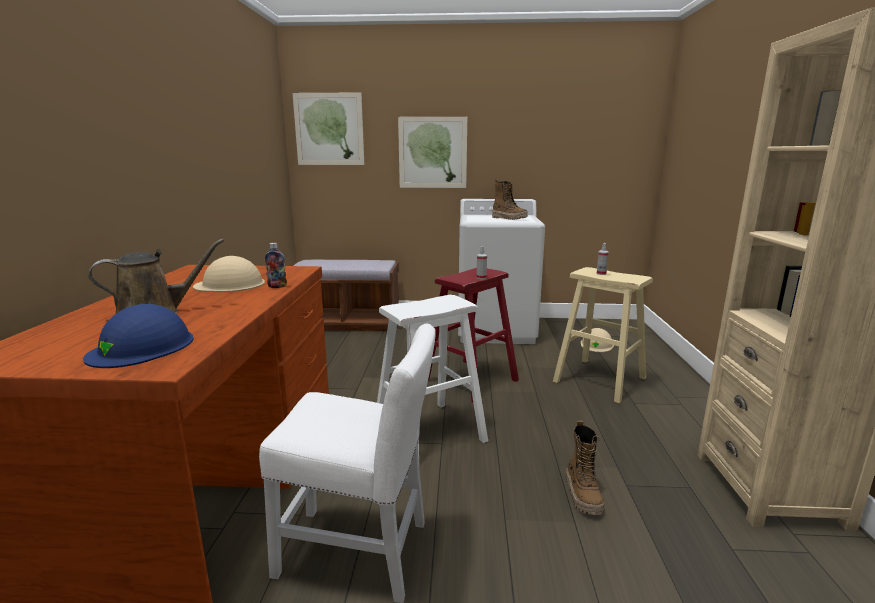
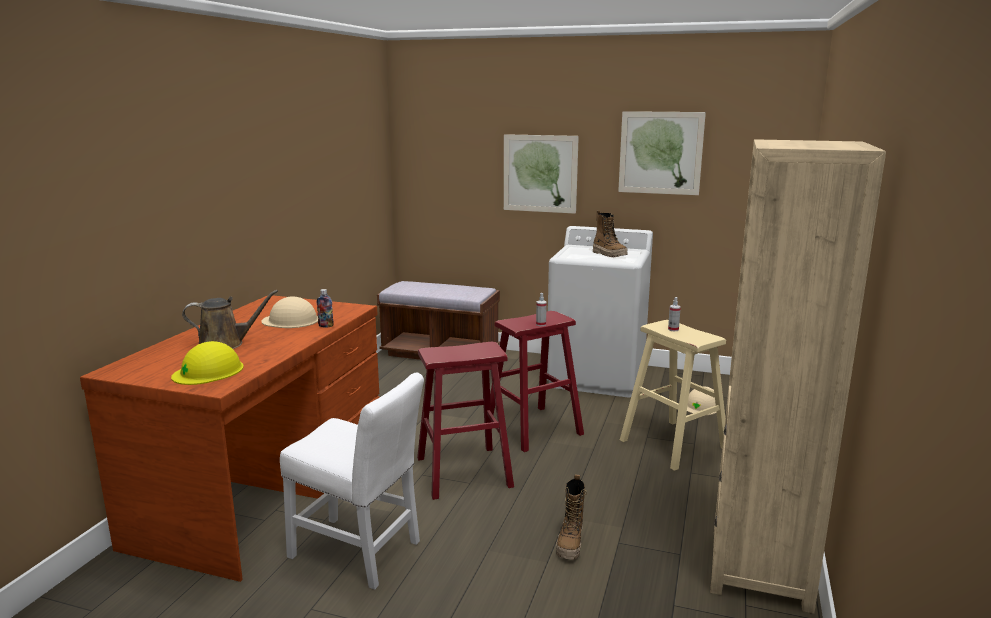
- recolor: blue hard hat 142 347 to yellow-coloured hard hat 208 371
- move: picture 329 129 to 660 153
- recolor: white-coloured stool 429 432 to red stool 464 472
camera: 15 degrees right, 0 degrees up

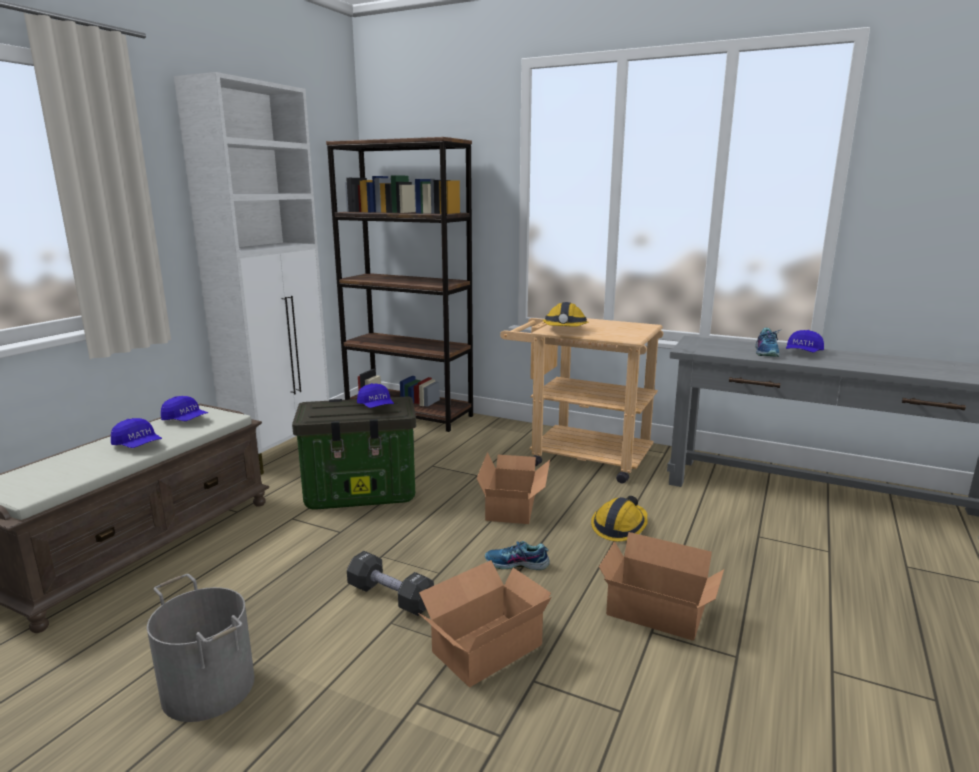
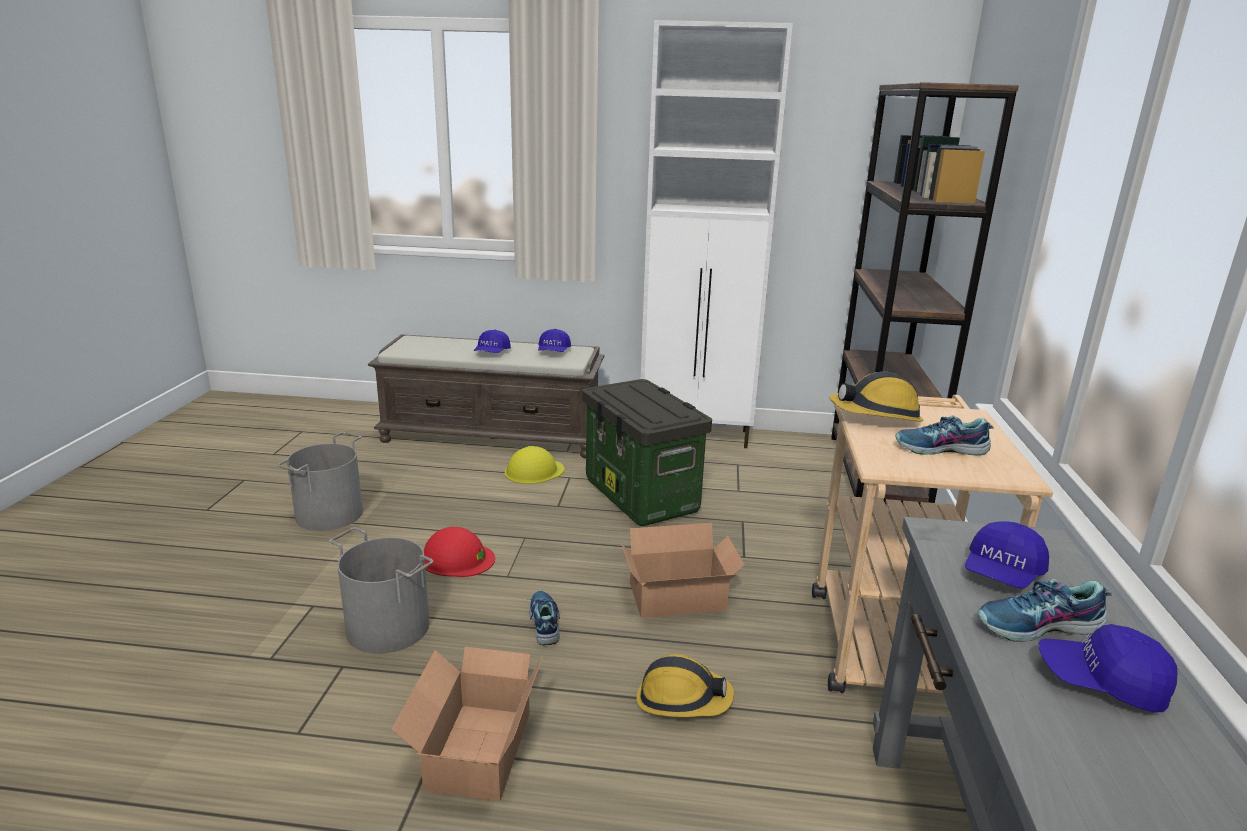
- replace: black hand weight 390 597 to red hard hat 457 559
- move: blue baseball cap 376 407 to 1002 574
- replace: cardboard box 482 647 to gray bucket 389 626
- insert: yellow-coloured hard hat 534 471
- insert: low shoe 941 449
camera: 70 degrees right, 5 degrees up

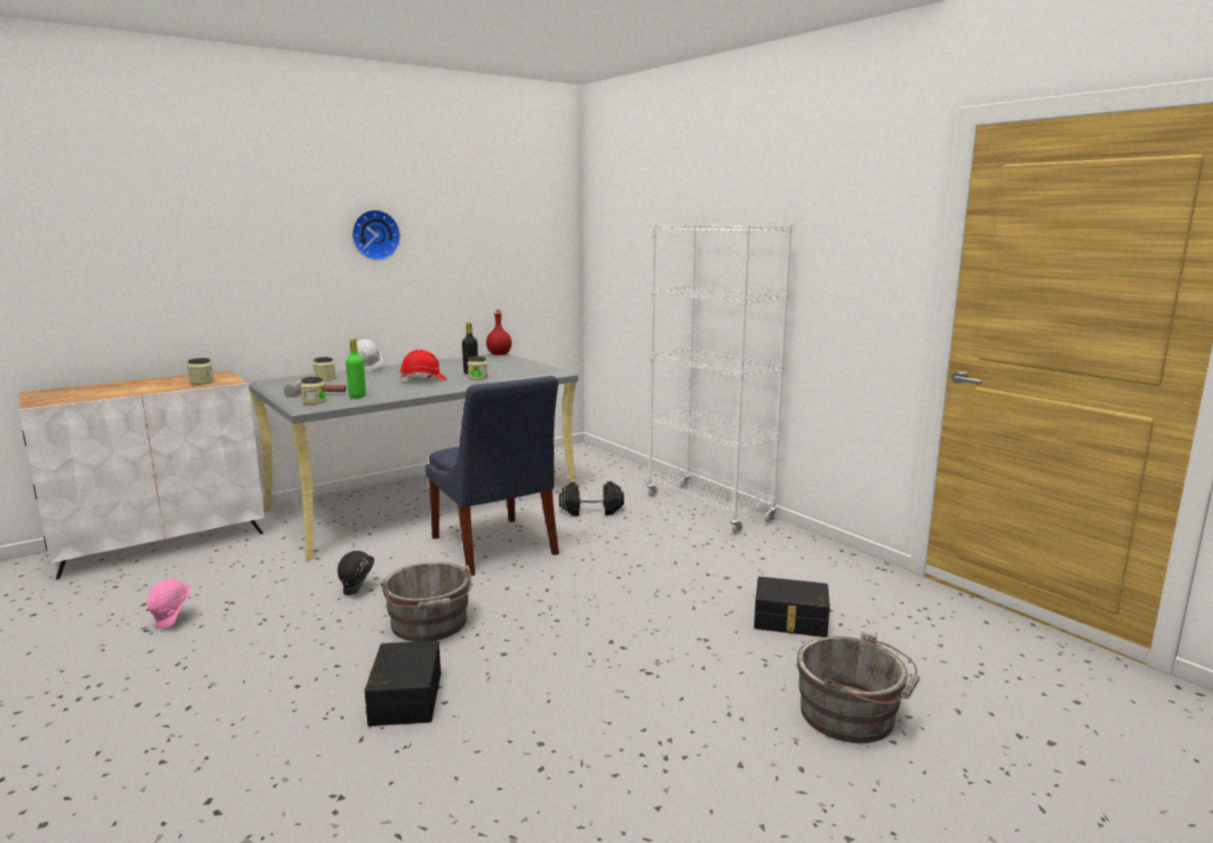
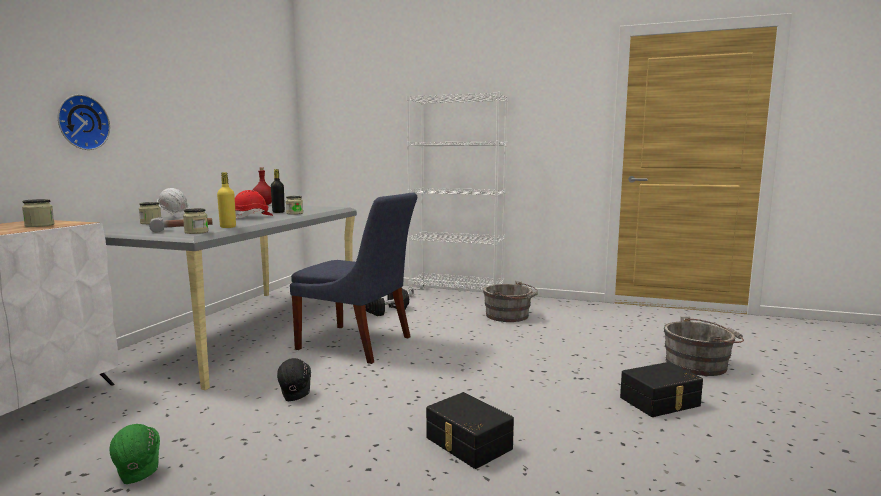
- recolor: pinkish hard hat 173 621 to green hard hat 140 472
- recolor: green drink bottle 357 396 to yellow-coloured drink bottle 228 227
- move: clock on the wall 375 235 to 81 122
- move: gray bucket 430 625 to 509 316
- move: black storage container 790 621 to 661 402
camera: 35 degrees left, 5 degrees down

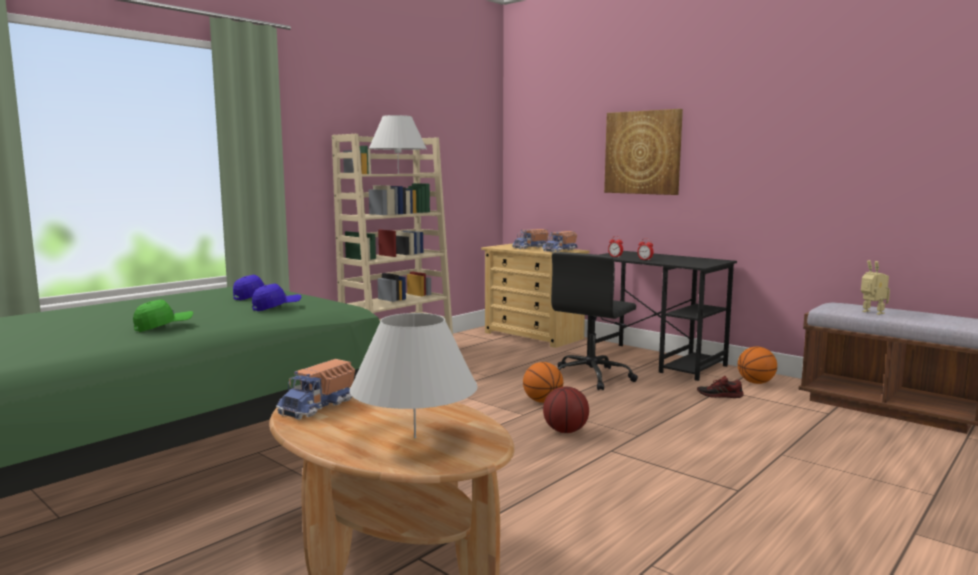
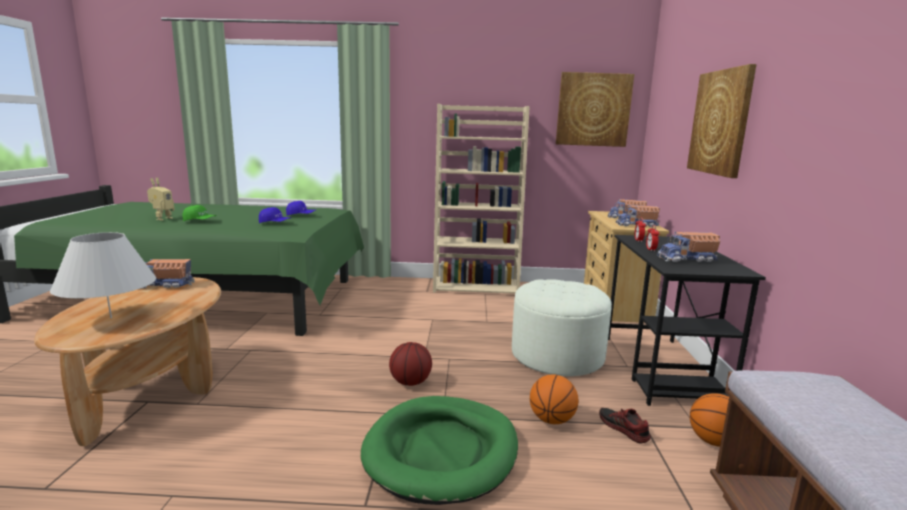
- delete: white-coloured table lamp 398 173
- move: basketball 542 401 to 551 420
- replace: black office chair 592 377 to white-coloured pouffe 557 355
- move: robot figure 871 313 to 162 218
- insert: green dog cushion 442 452
- insert: picture 593 110
- insert: toy lorry 687 260
camera: 50 degrees right, 5 degrees up

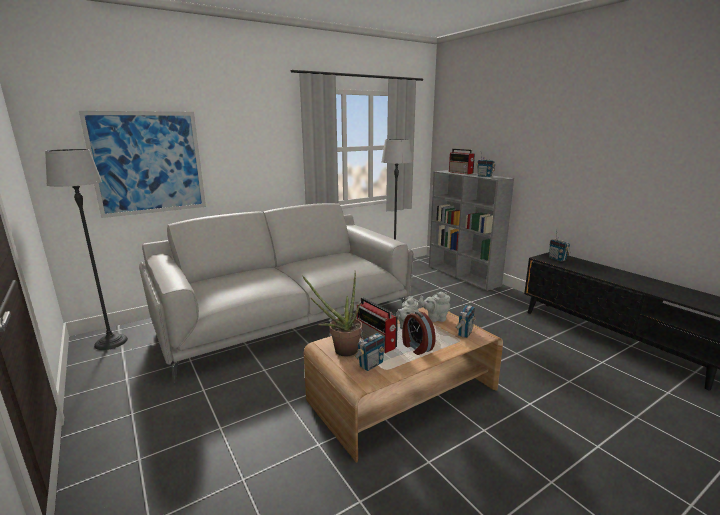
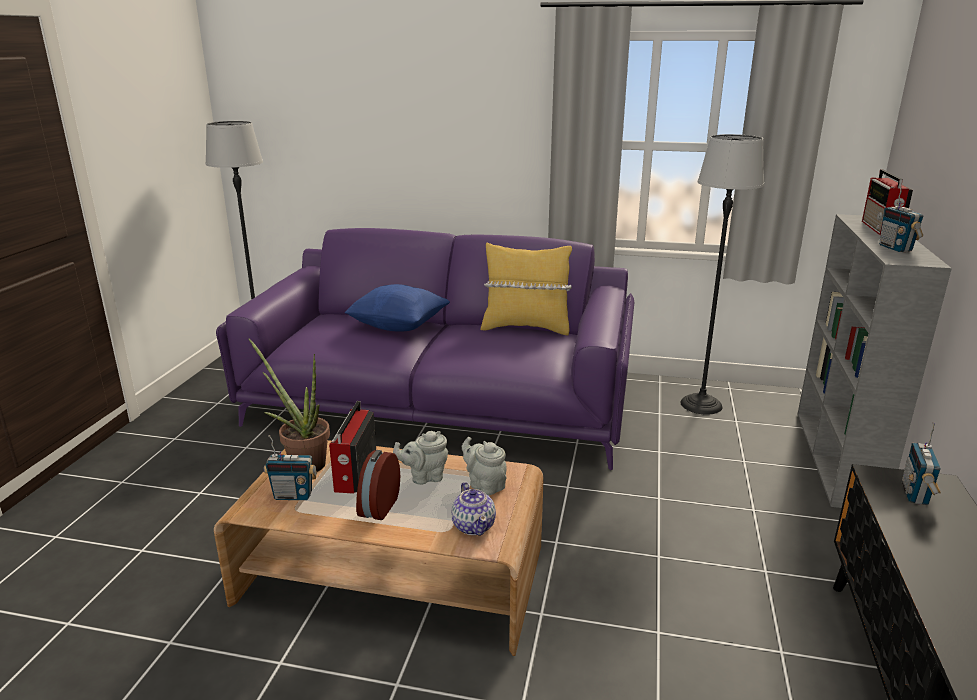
- delete: picture 148 163
- recolor: gray couch 286 318 to purple couch 441 406
- replace: radio set 464 333 to tea pot 474 525
- insert: blue throw pillow 398 326
- insert: yellow-coloured throw pillow 525 328
camera: 45 degrees right, 5 degrees up

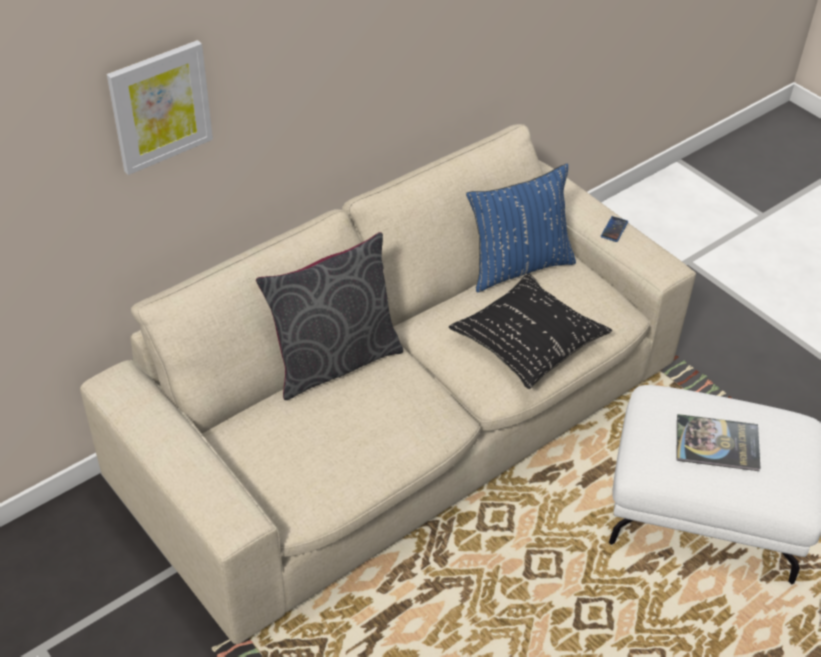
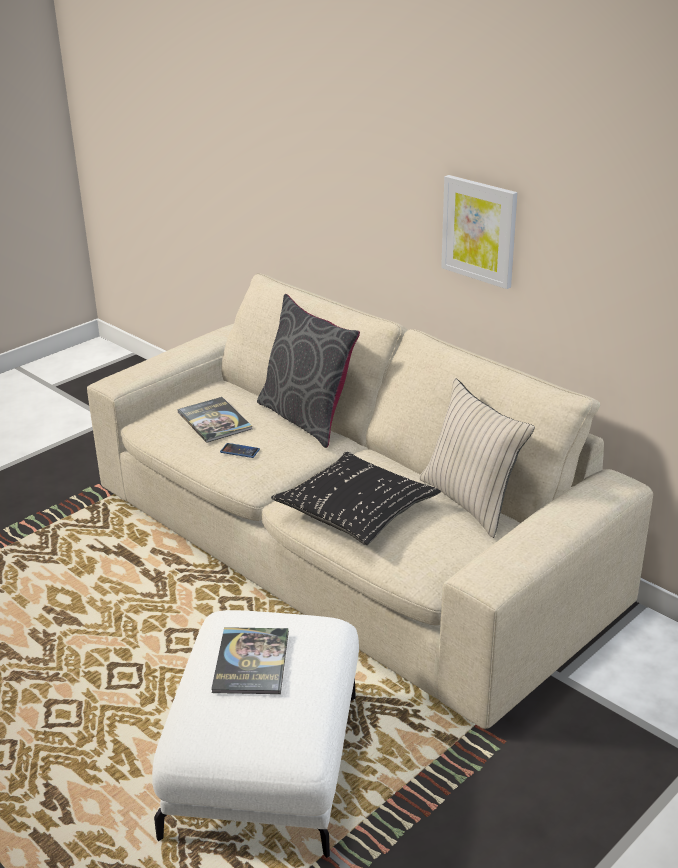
- move: picture 160 106 to 480 230
- recolor: blue throw pillow 518 266 to sand-coloured throw pillow 471 501
- move: telephone 614 229 to 240 451
- insert: bound book 214 421
camera: 85 degrees right, 15 degrees down

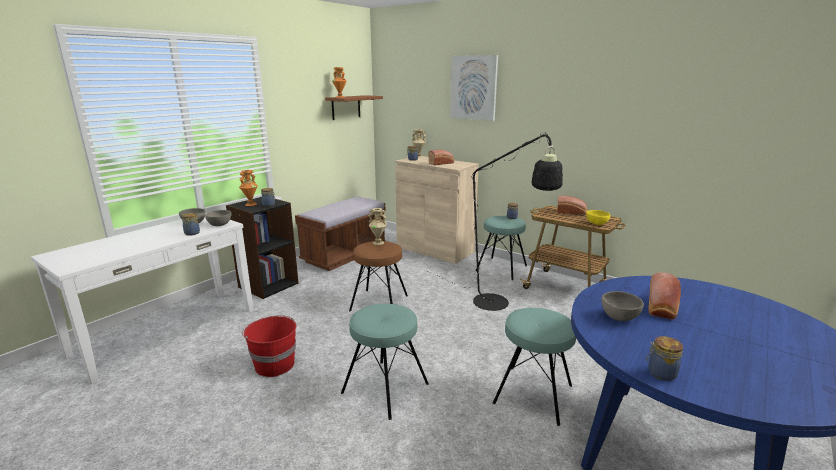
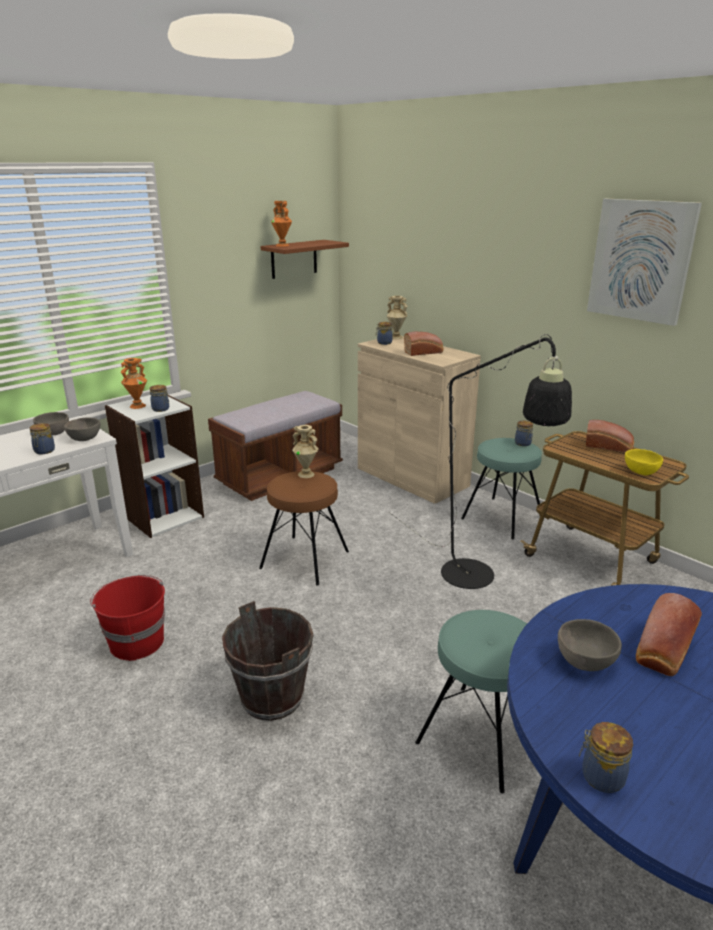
- recolor: black bookcase 268 285 to white-coloured bookcase 163 516
- replace: turquoise-coloured stool 385 388 to brown bucket 271 698
- move: picture 473 87 to 641 260
camera: 10 degrees right, 5 degrees up

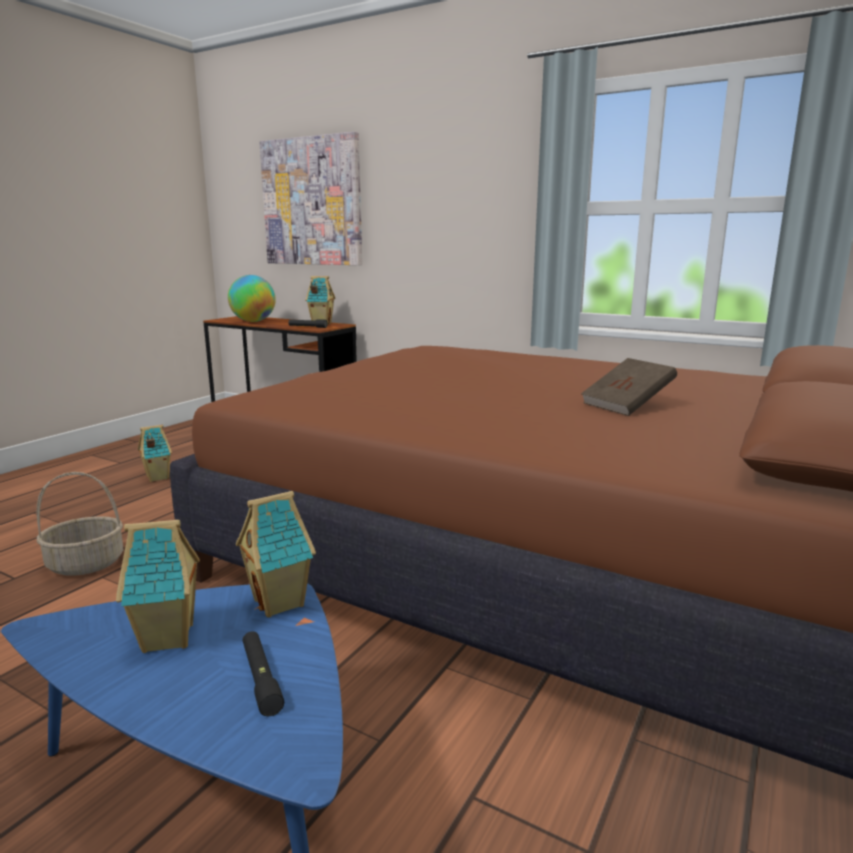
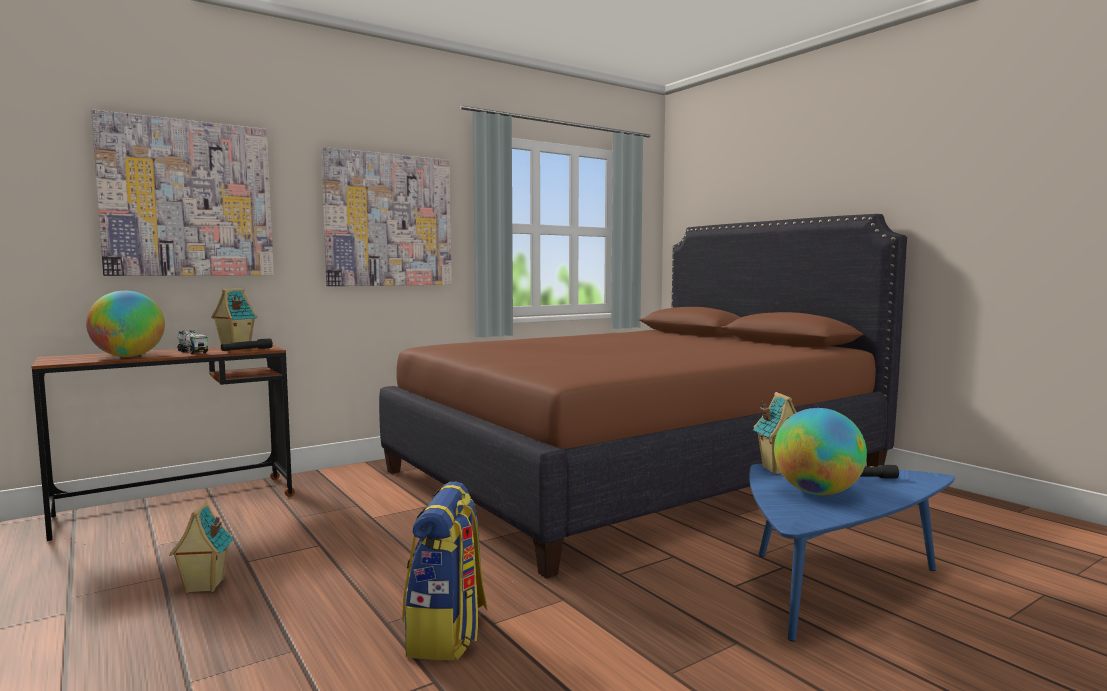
- replace: storage basket 85 564 to backpack 447 634
- replace: model house 170 638 to globe 817 492
- delete: brown bound book 627 405
- insert: toy lorry 192 352
- insert: picture 388 220
camera: 65 degrees left, 10 degrees down

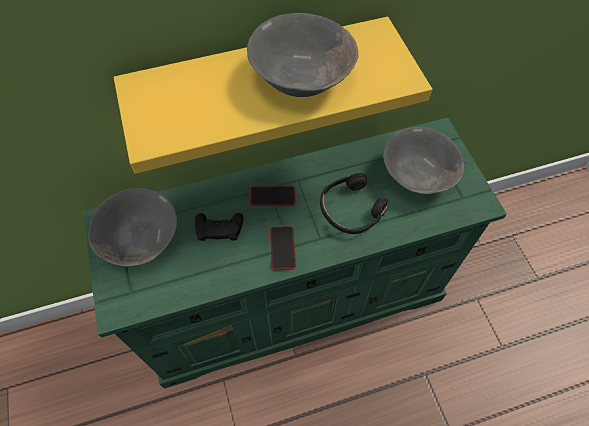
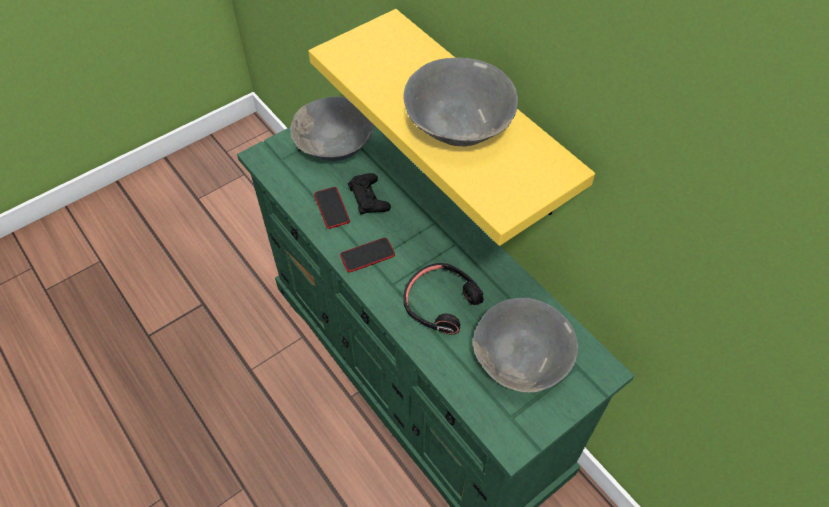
- move: telephone 272 196 to 331 208
camera: 70 degrees right, 5 degrees down

